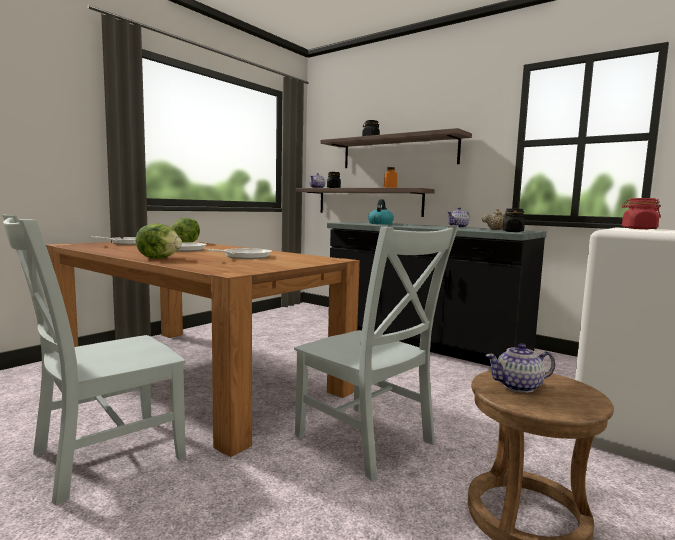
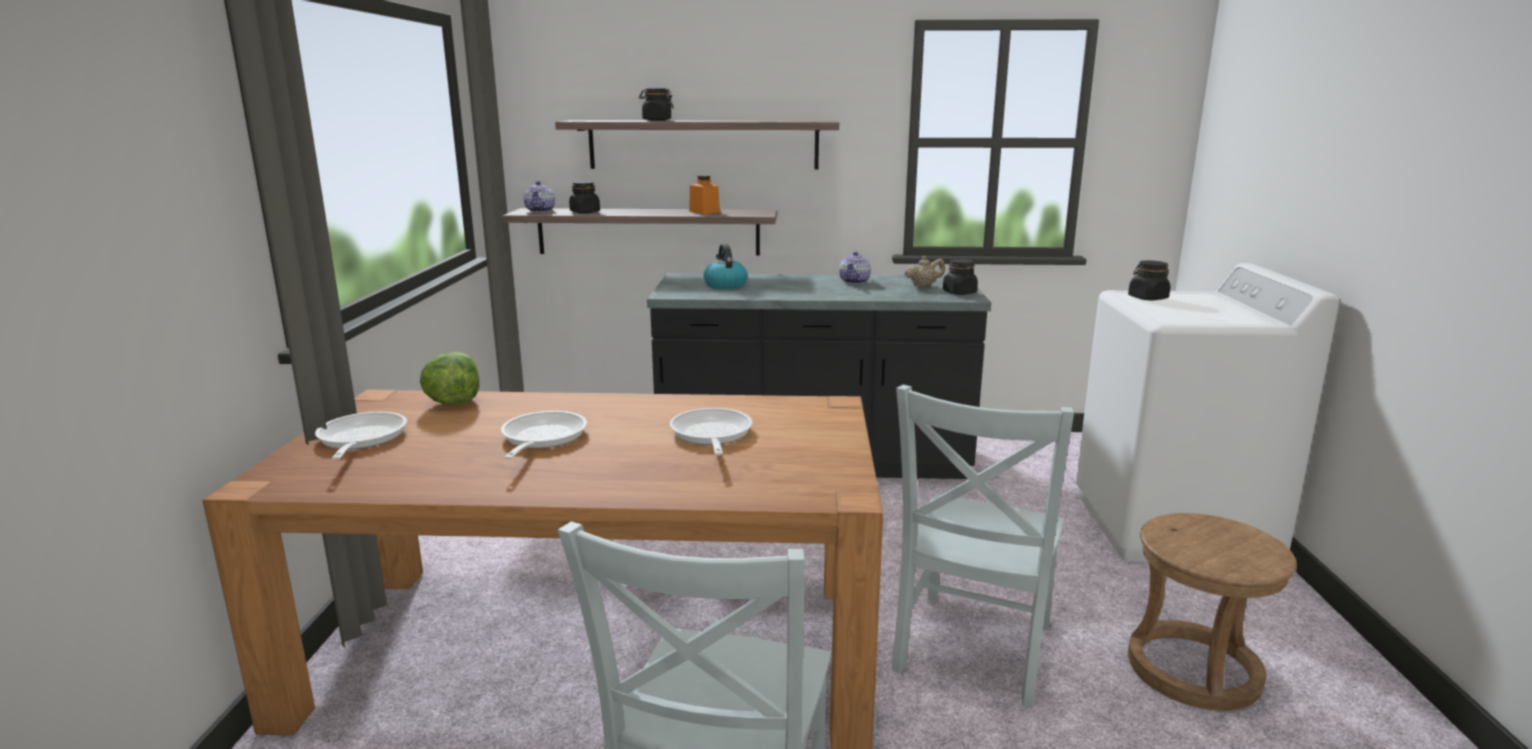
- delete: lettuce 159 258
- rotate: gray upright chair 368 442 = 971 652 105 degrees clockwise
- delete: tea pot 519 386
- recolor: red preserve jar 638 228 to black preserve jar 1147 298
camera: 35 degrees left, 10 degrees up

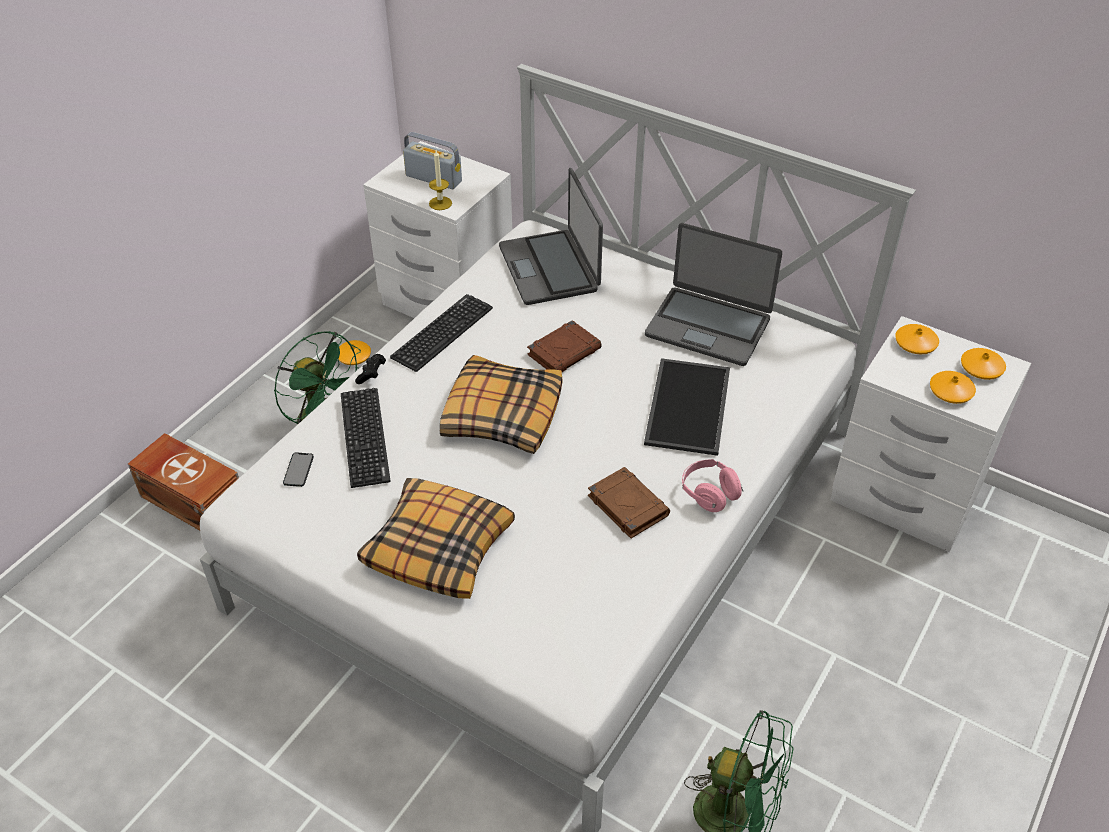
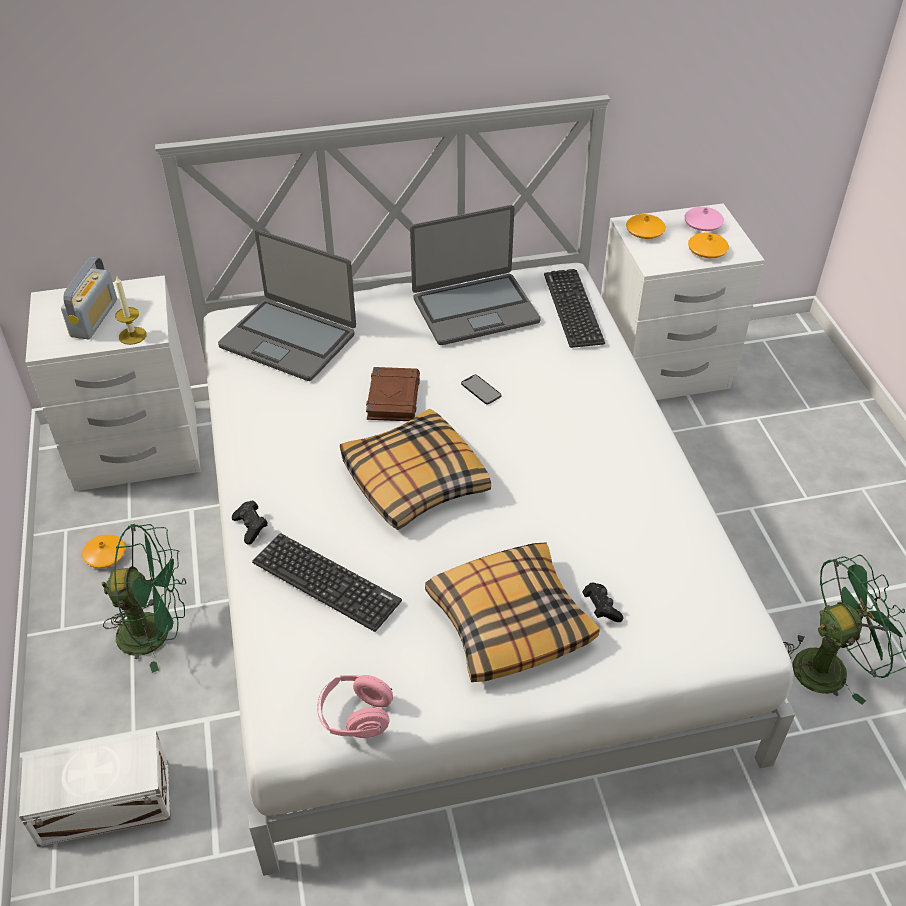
- recolor: brown storage container 193 499 to white-coloured storage container 102 802
- move: telephone 298 469 to 481 389
- move: computer keyboard 442 333 to 573 308
- rotate: radio set 433 178 = 94 318 120 degrees clockwise
- delete: brown bound book 627 505
- delete: serving tray 686 405
- move: pinkish pair of headphones 709 494 to 356 716
- recolor: orange flower vase 981 368 to pinkish flower vase 702 224
- insert: black joypad 601 608
camera: 45 degrees left, 0 degrees up

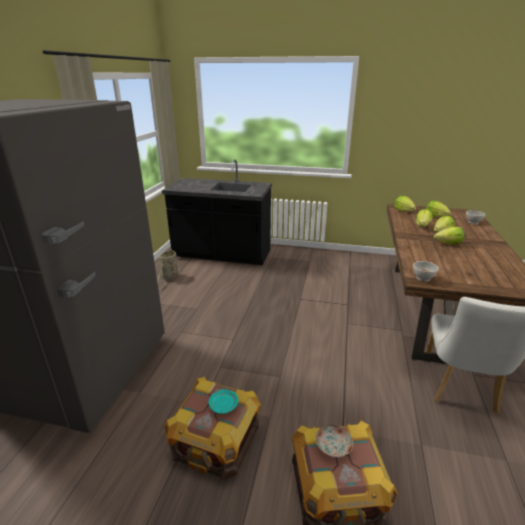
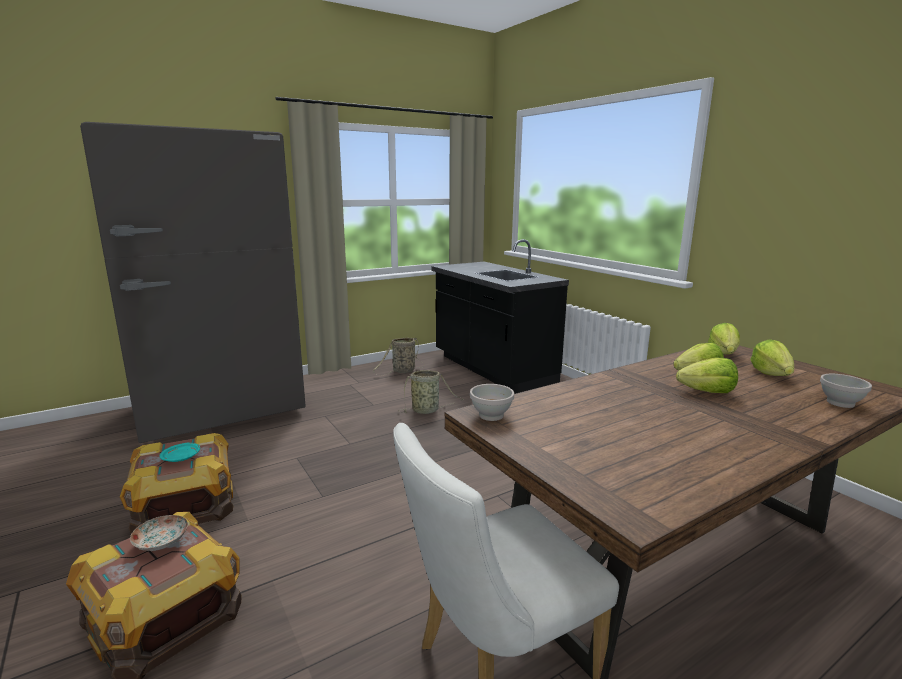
- delete: lettuce 448 244
- insert: storage basket 427 410
camera: 45 degrees right, 10 degrees down

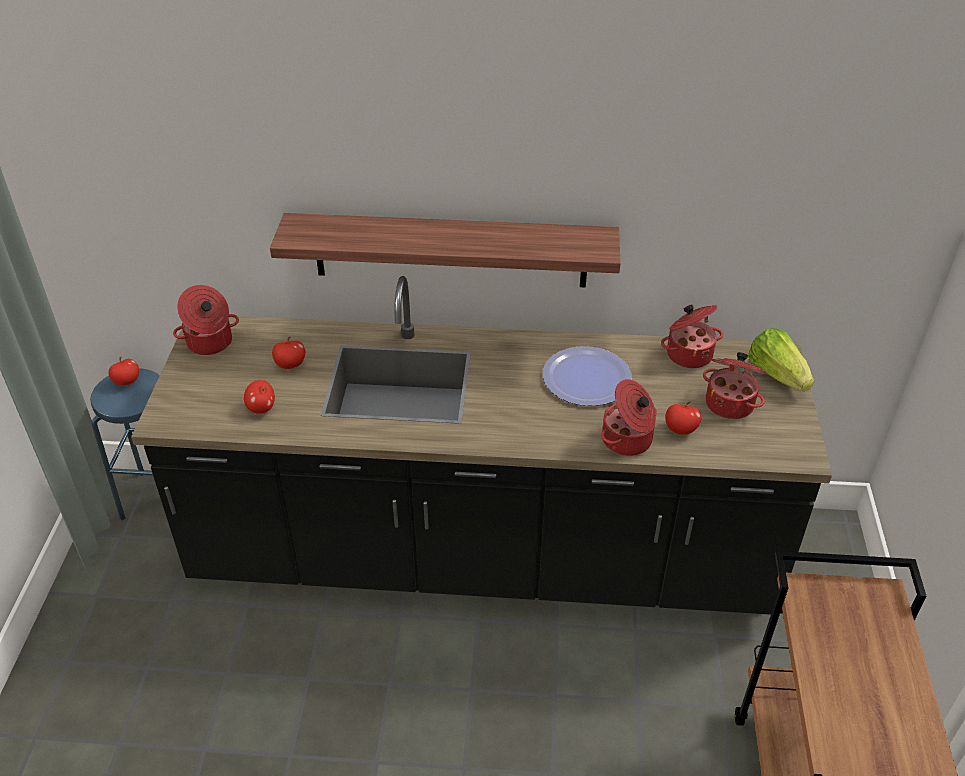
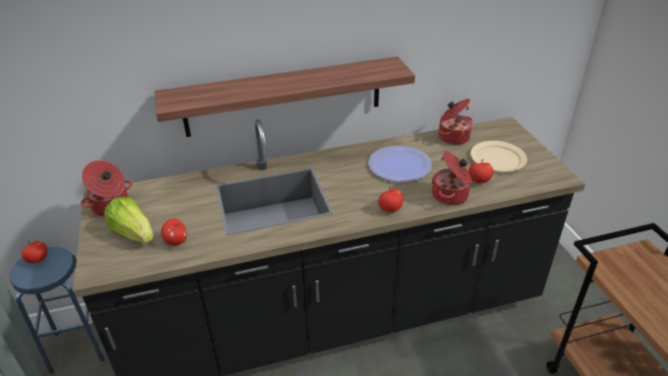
- move: apple 290 365 to 390 209
- replace: saucepot 730 403 to sand-coloured plate 497 158
- move: lettuce 777 374 to 133 233
camera: 20 degrees left, 5 degrees down

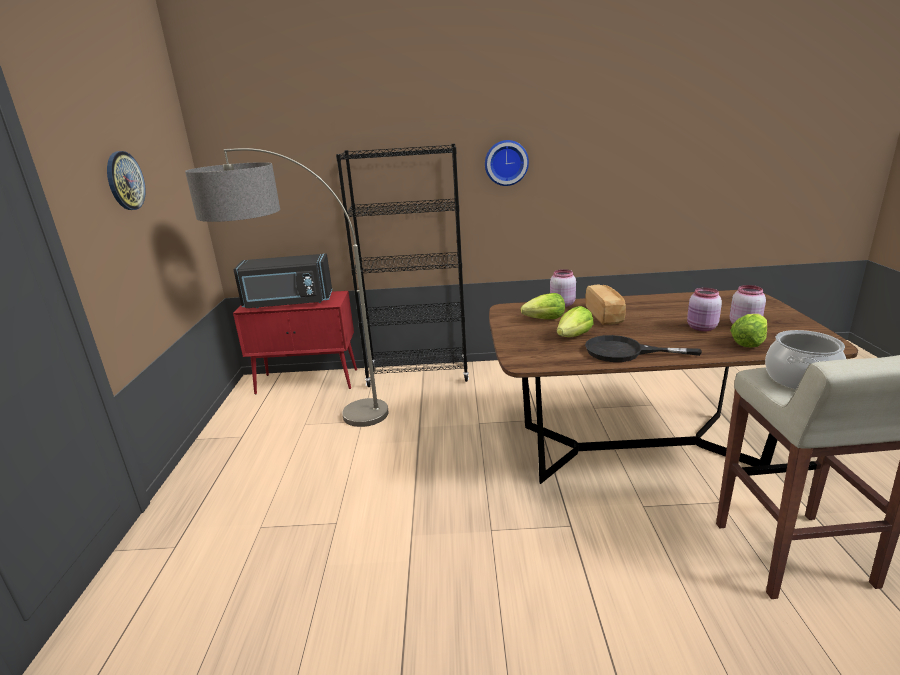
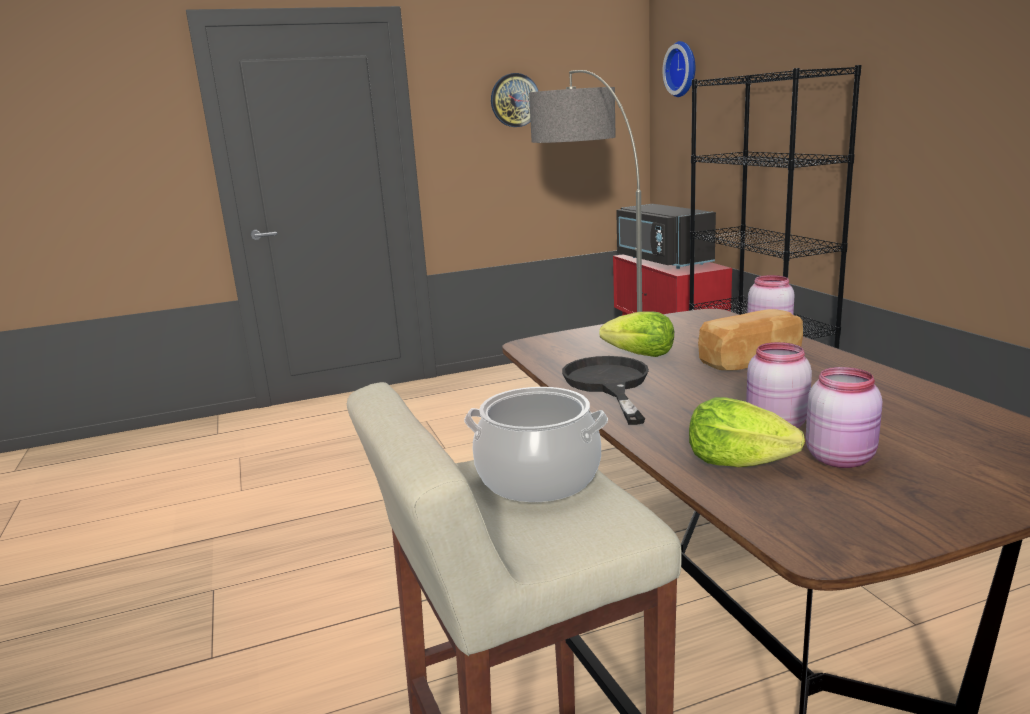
- move: clock on the wall 506 162 to 683 69
- delete: lettuce 545 319
camera: 70 degrees right, 5 degrees down

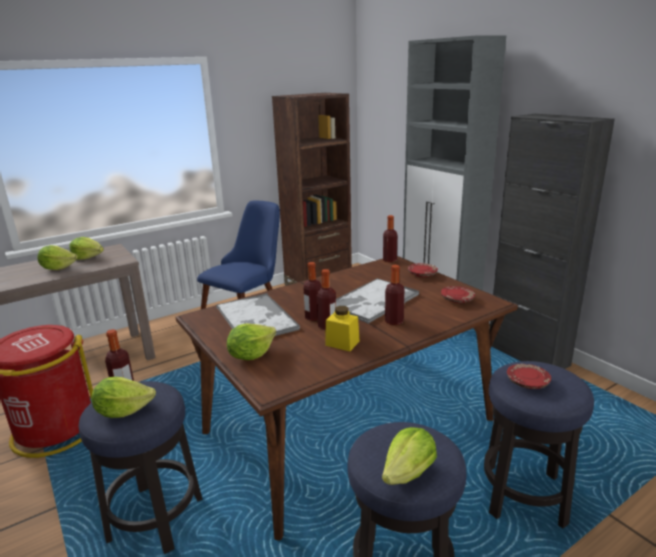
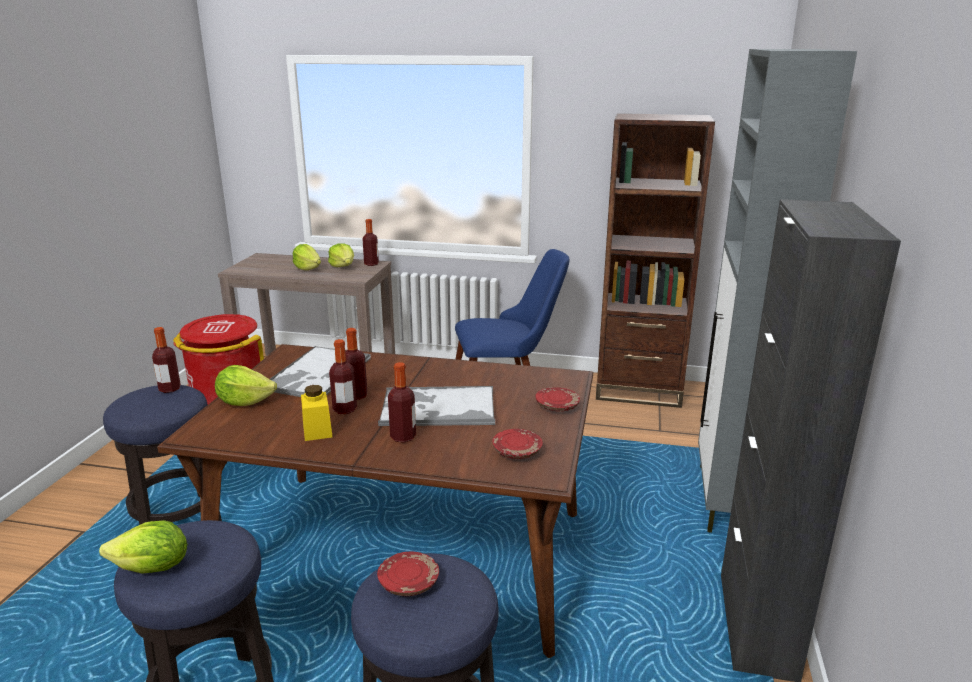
- delete: lettuce 123 411
- move: drink bottle 389 260 to 371 264
camera: 45 degrees right, 0 degrees up

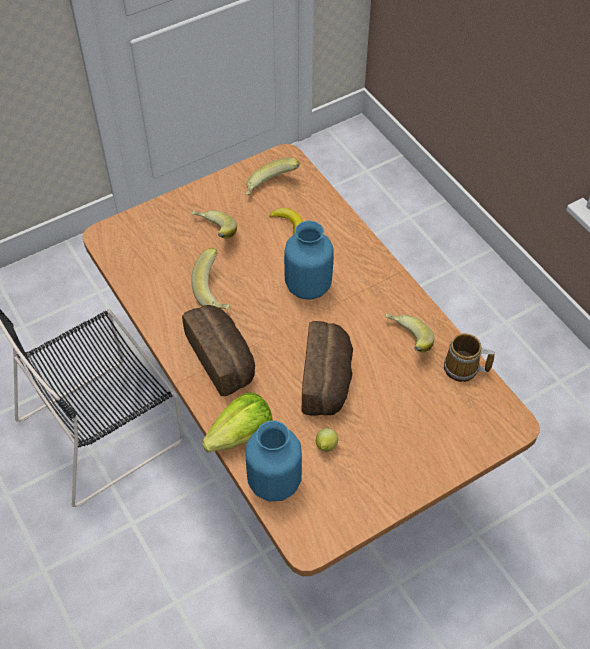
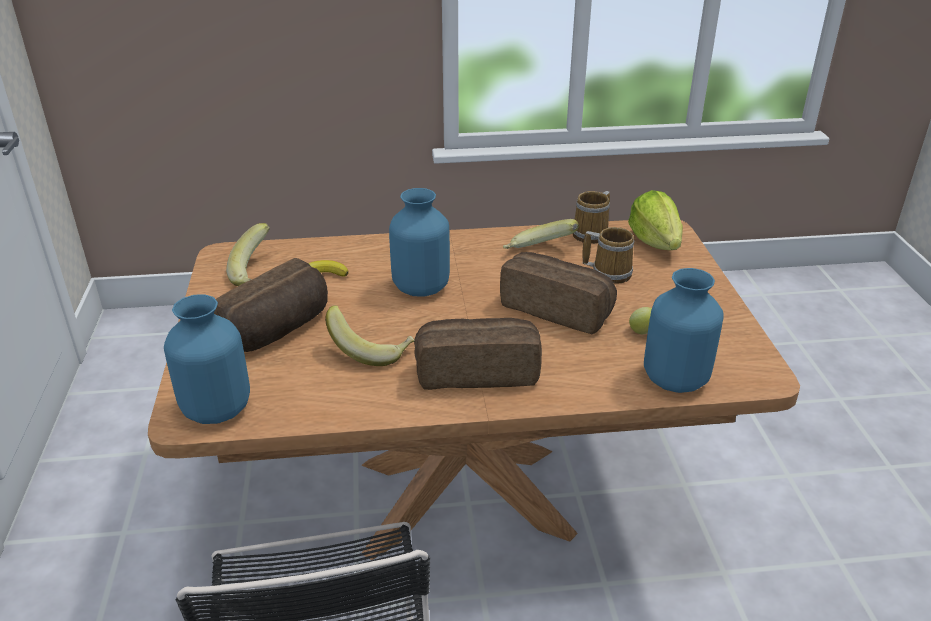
- replace: banana fruit 213 234 to baked bread 279 330
- move: lettuce 241 435 to 655 242
- insert: blue flower vase 216 408
- insert: tea mug 609 272
camera: 65 degrees left, 20 degrees down

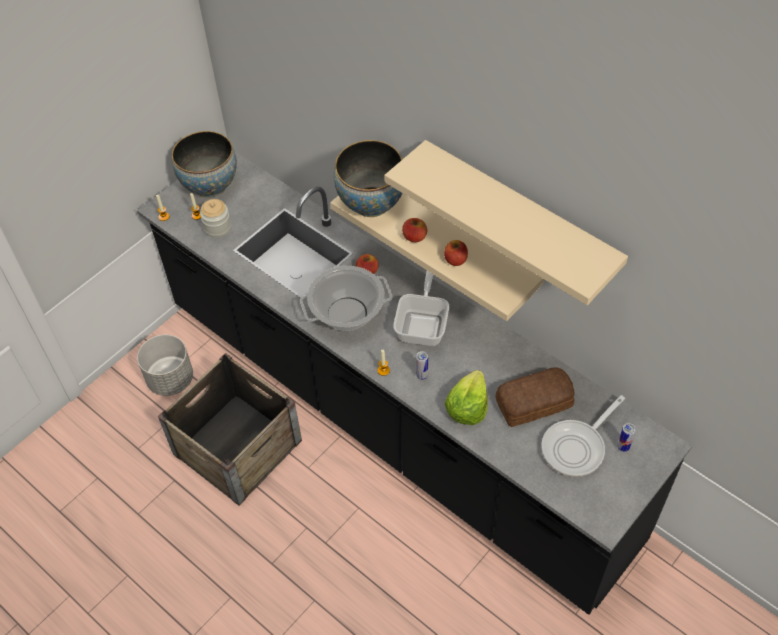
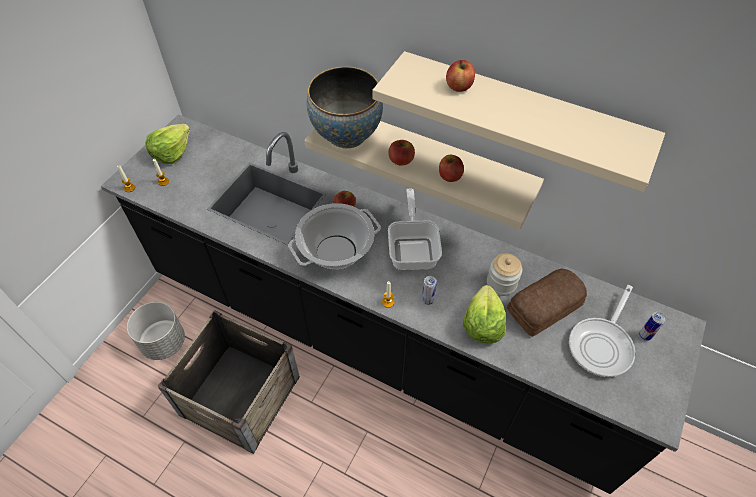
- replace: deep dish 210 185 to lettuce 171 152
- move: preserve jar 218 228 to 501 283
- insert: apple 459 86
camera: 15 degrees left, 0 degrees up

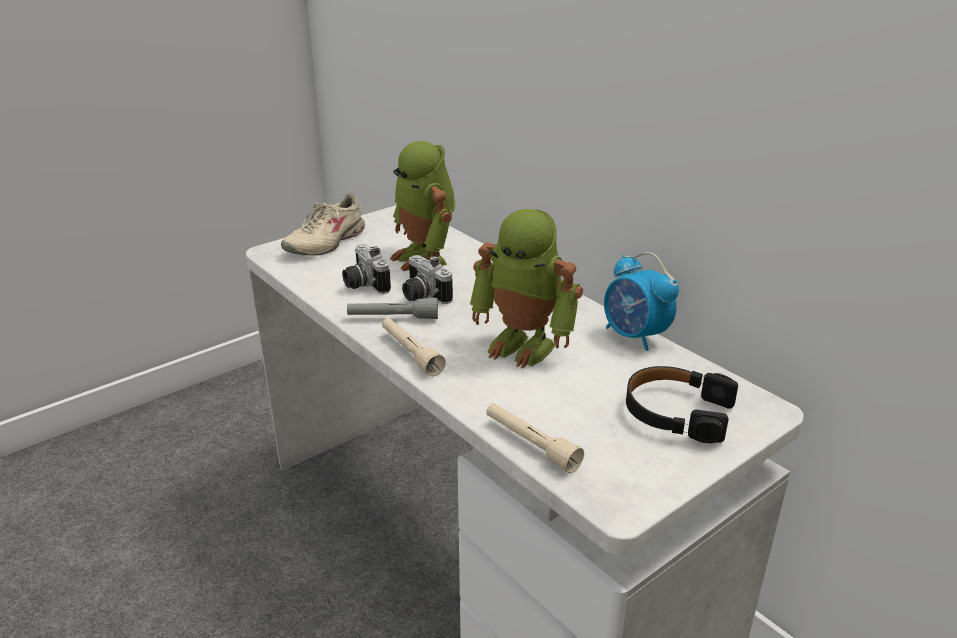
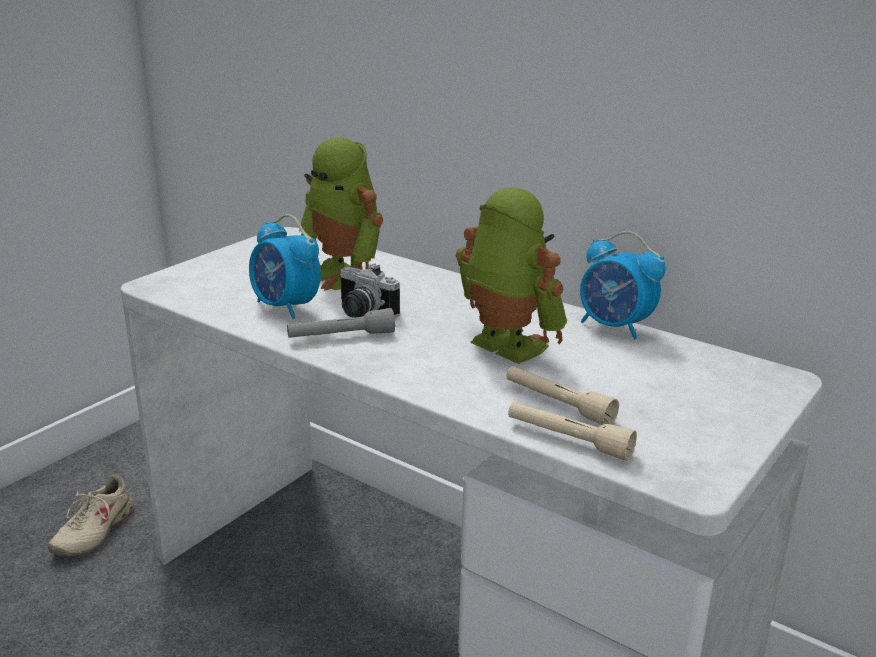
- move: sand-coloured low shoe 325 242 to 93 531
- replace: photo camera 363 284 to alarm clock 286 307
- move: sand-coloured torch 410 353 to 558 404
- rotate: robot figure 524 345 = 504 347 150 degrees counterclockwise
- delete: black pair of headphones 676 412
camera: 15 degrees left, 5 degrees down

